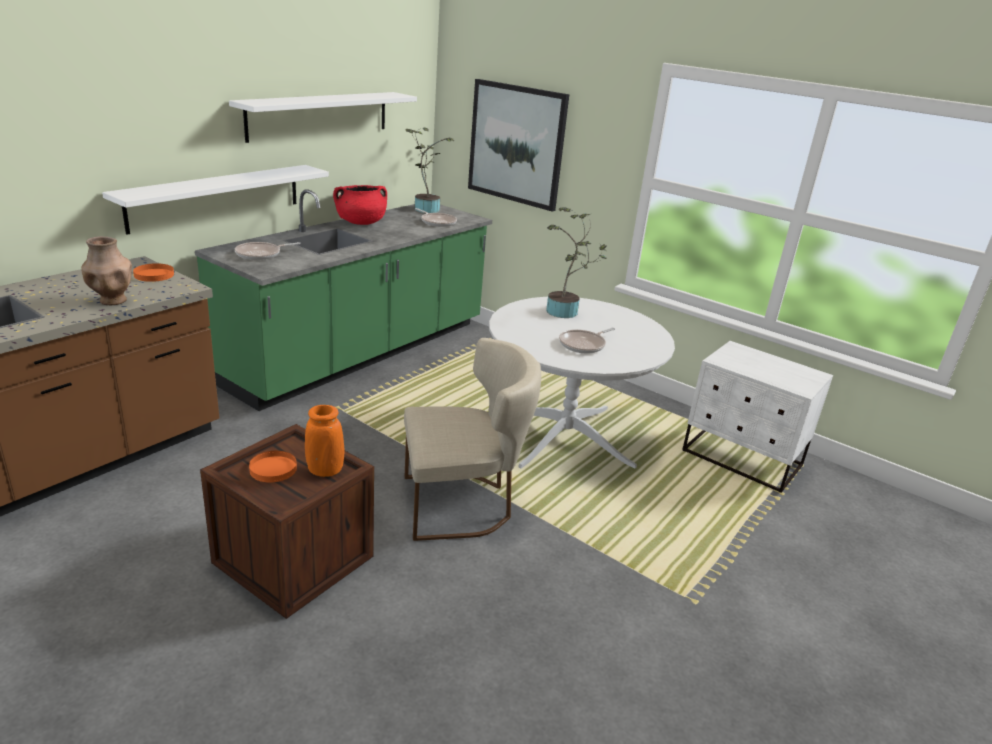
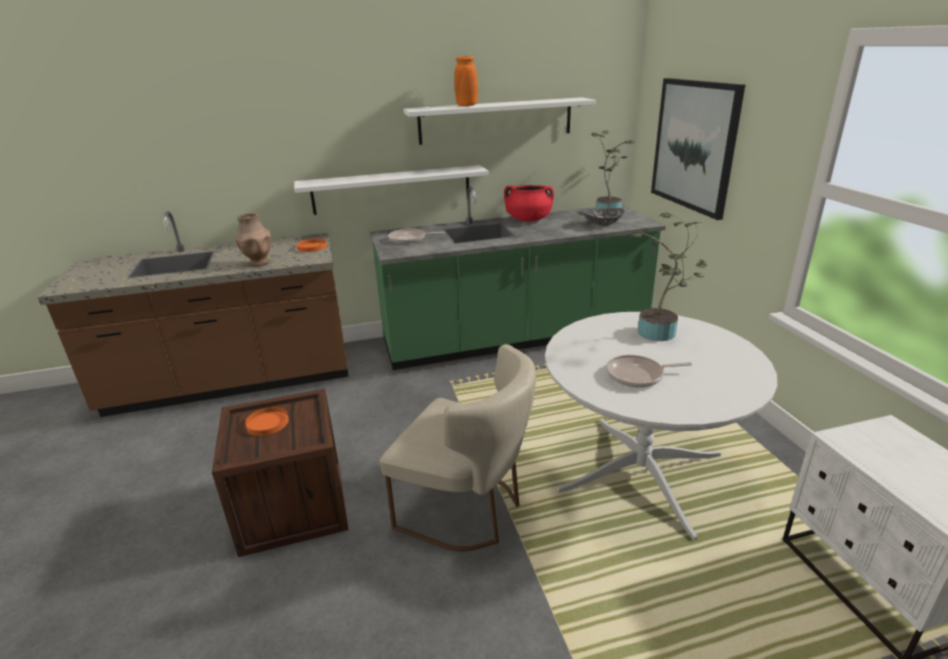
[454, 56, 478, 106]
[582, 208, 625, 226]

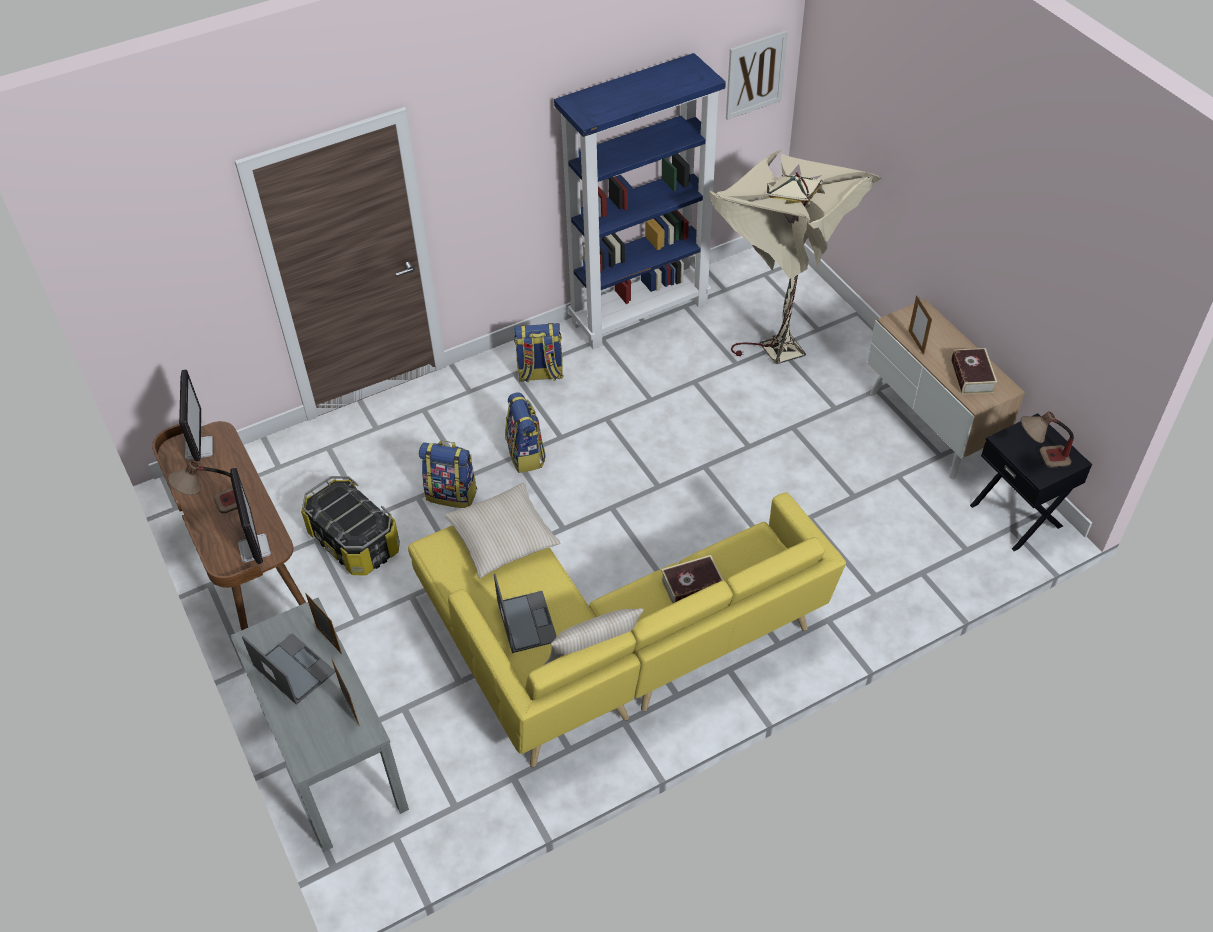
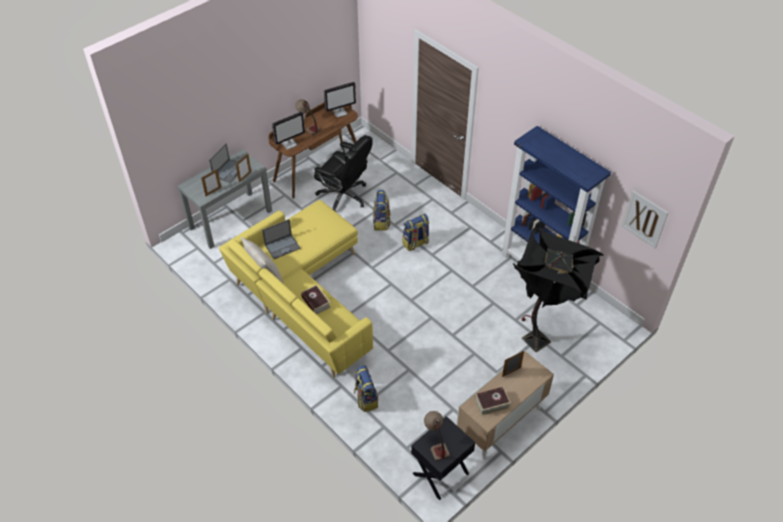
[314, 135, 373, 211]
[444, 483, 561, 578] (first image)
[354, 365, 378, 412]
[513, 223, 604, 352]

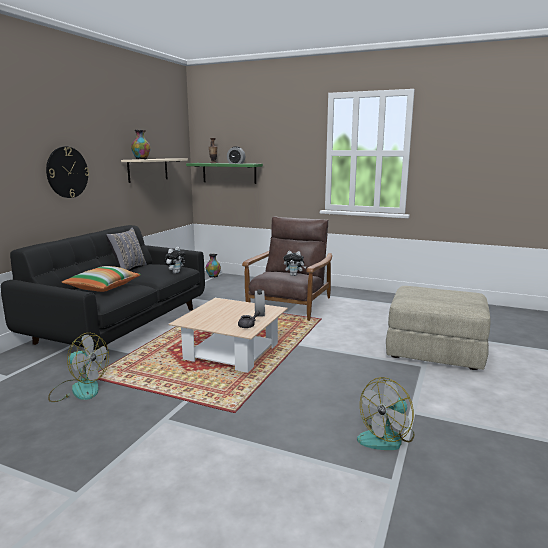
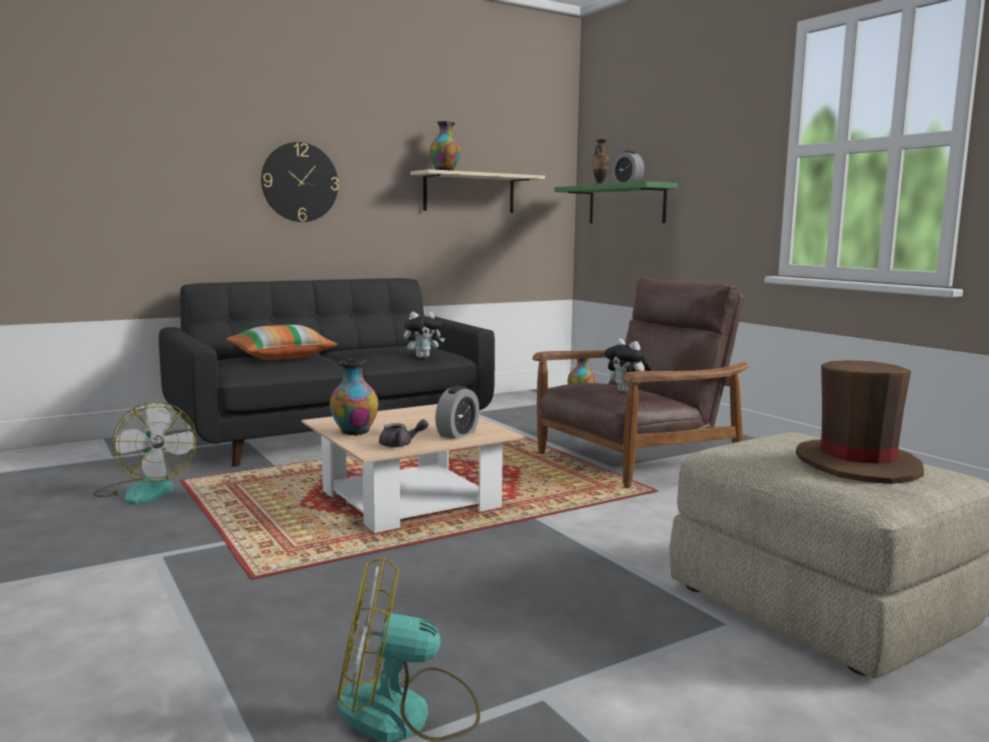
[106, 227, 147, 270] (first image)
[330, 358, 379, 436]
[796, 360, 924, 484]

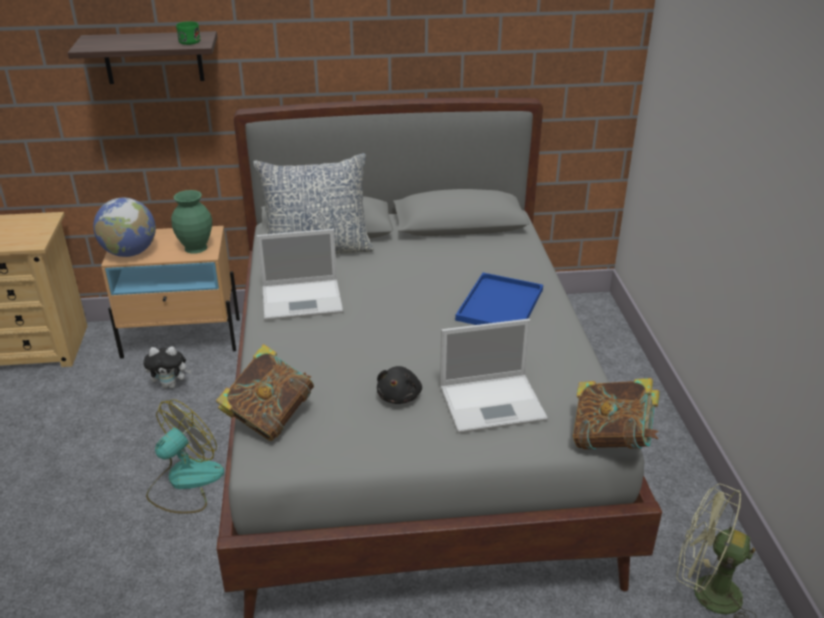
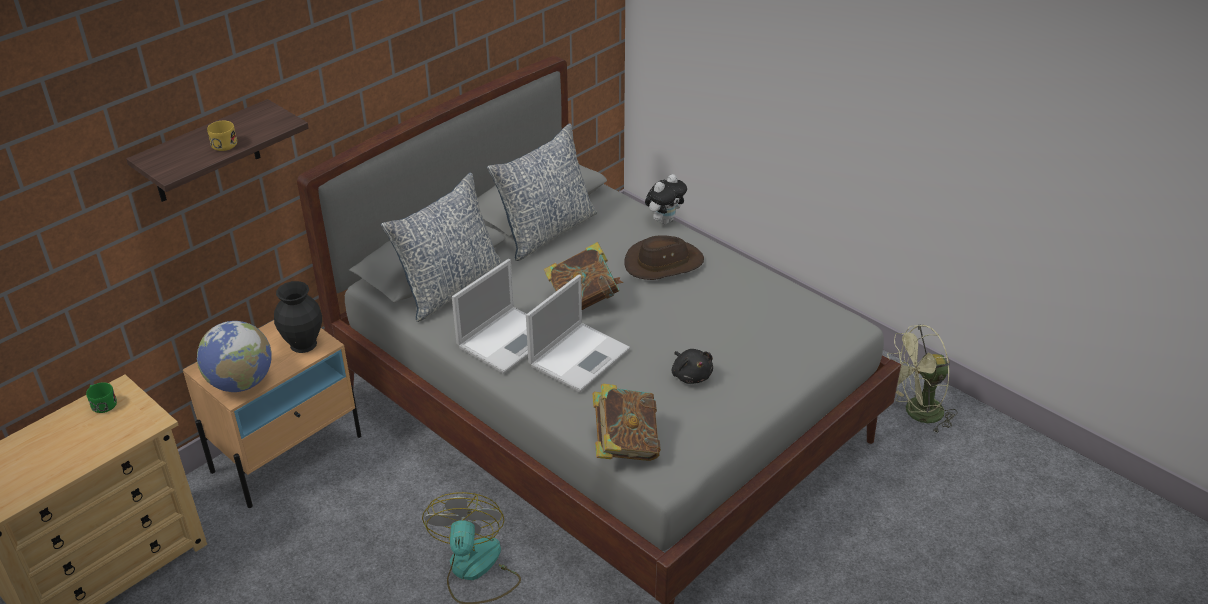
[645, 174, 687, 225]
[274, 281, 322, 353]
[86, 382, 117, 413]
[526, 275, 630, 392]
[624, 235, 704, 280]
[544, 242, 623, 310]
[207, 121, 237, 151]
[487, 123, 597, 261]

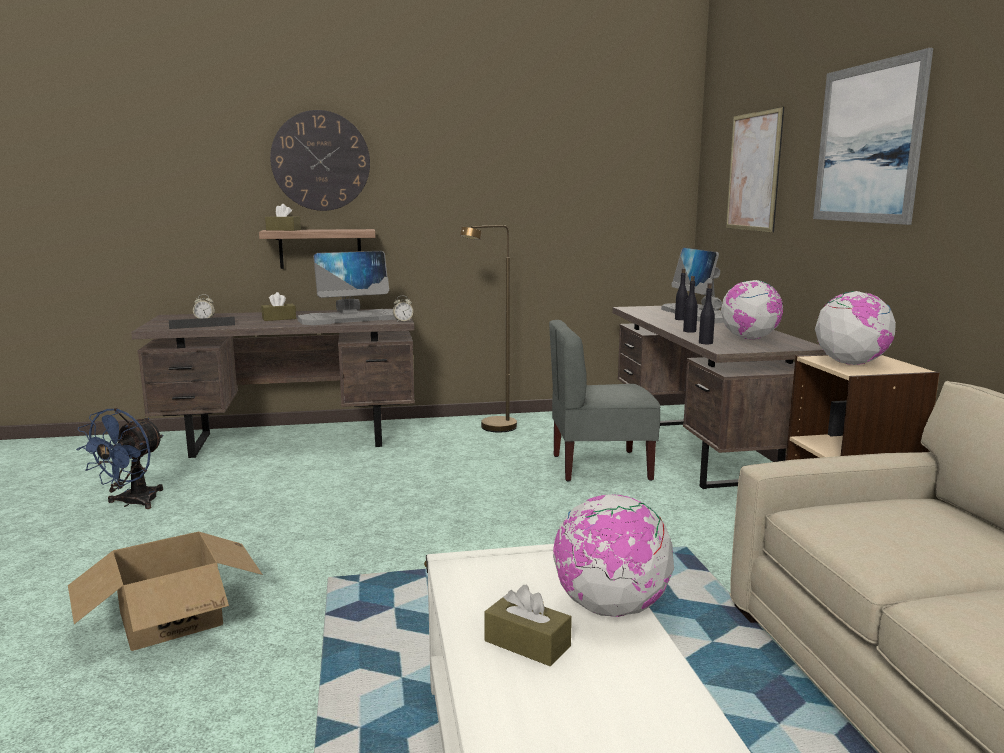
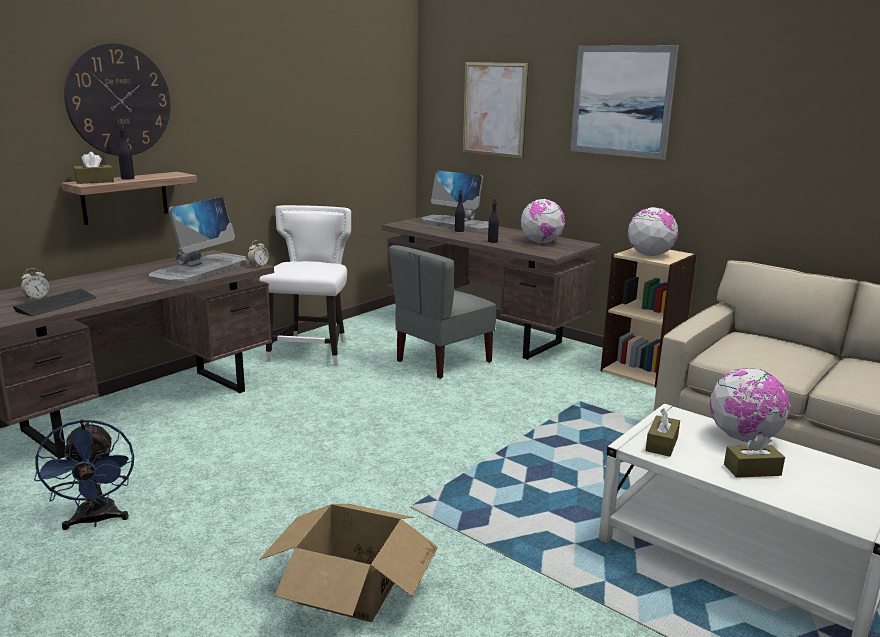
[645, 408, 680, 457]
[259, 205, 351, 366]
[118, 123, 135, 180]

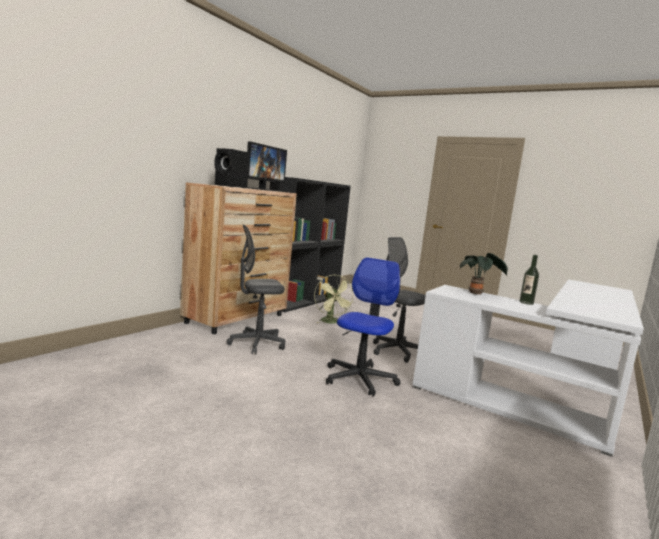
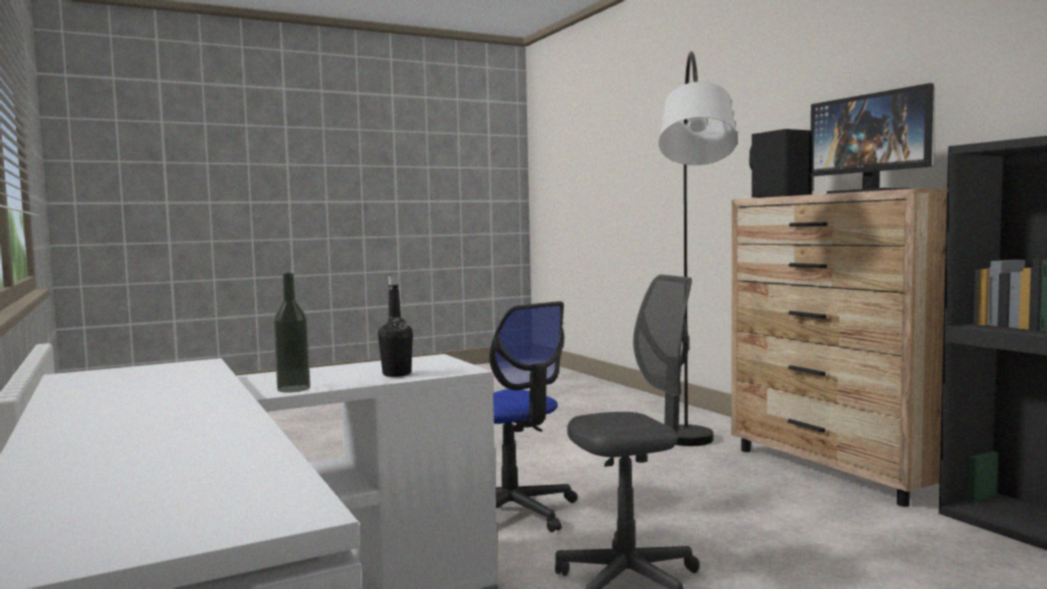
[659, 51, 738, 446]
[314, 275, 353, 324] (first image)
[378, 275, 413, 377]

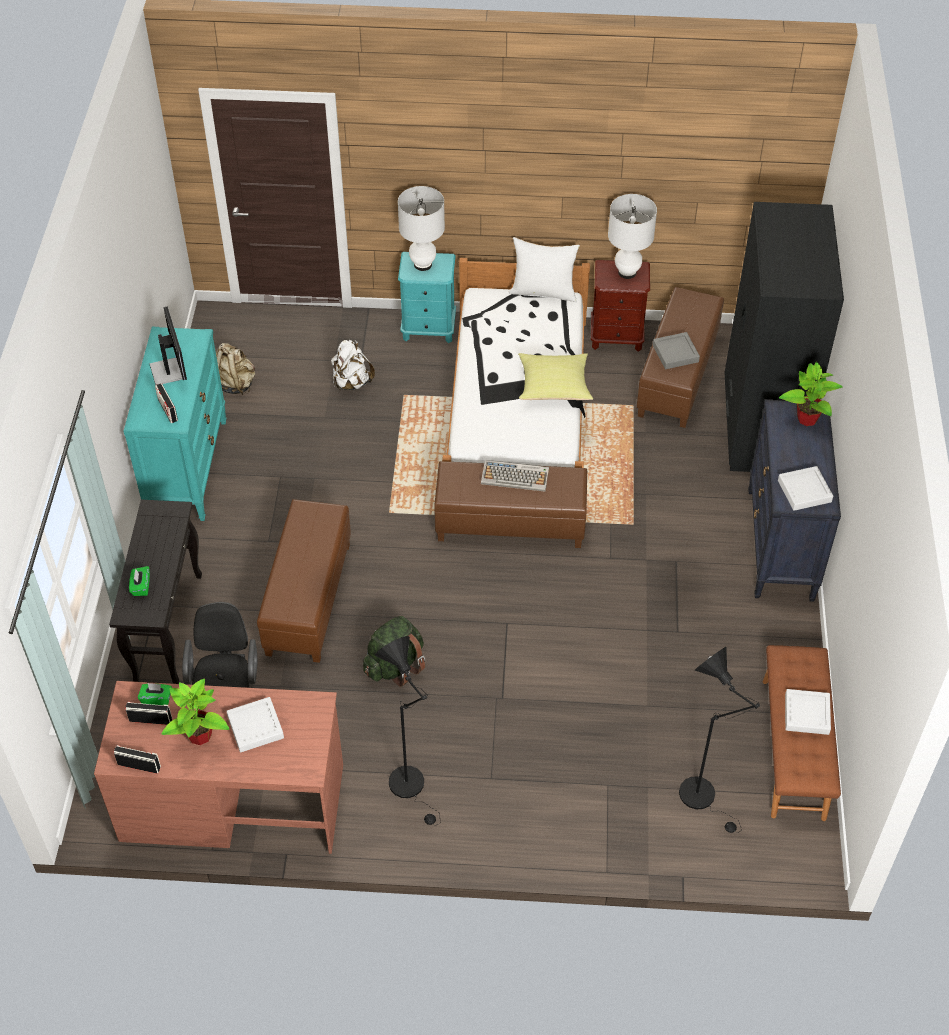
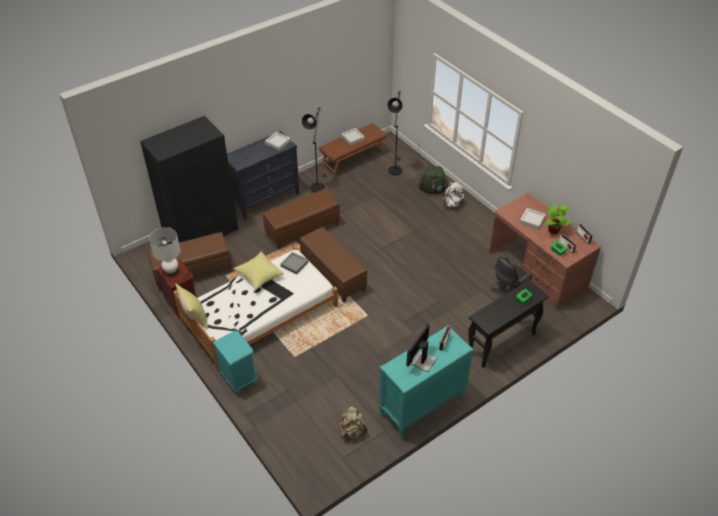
[263, 189, 340, 250]
[443, 181, 464, 209]
[419, 166, 449, 194]
[302, 108, 327, 193]
[398, 186, 445, 271] (first image)
[481, 460, 549, 492] (first image)
[175, 284, 208, 329]
[280, 252, 308, 275]
[779, 362, 843, 426] (first image)

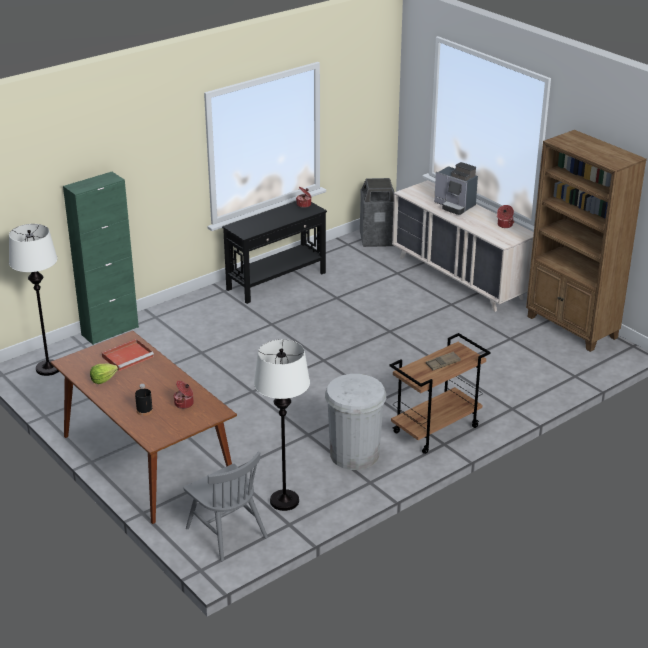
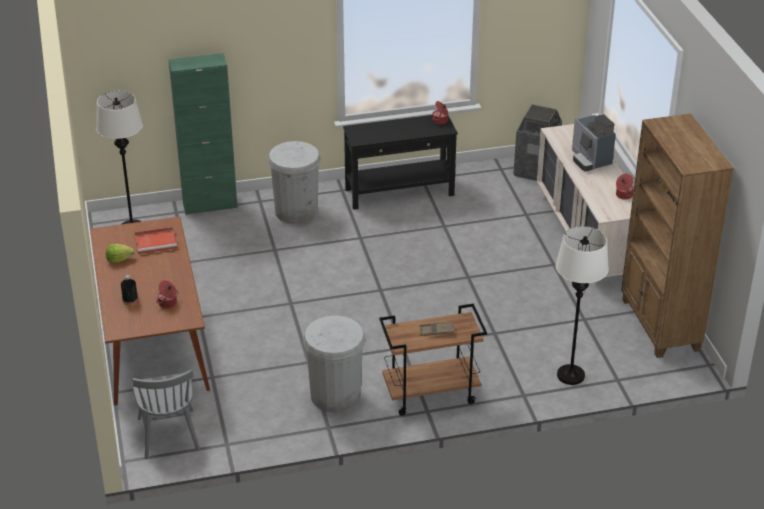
[556, 226, 609, 385]
[268, 141, 321, 224]

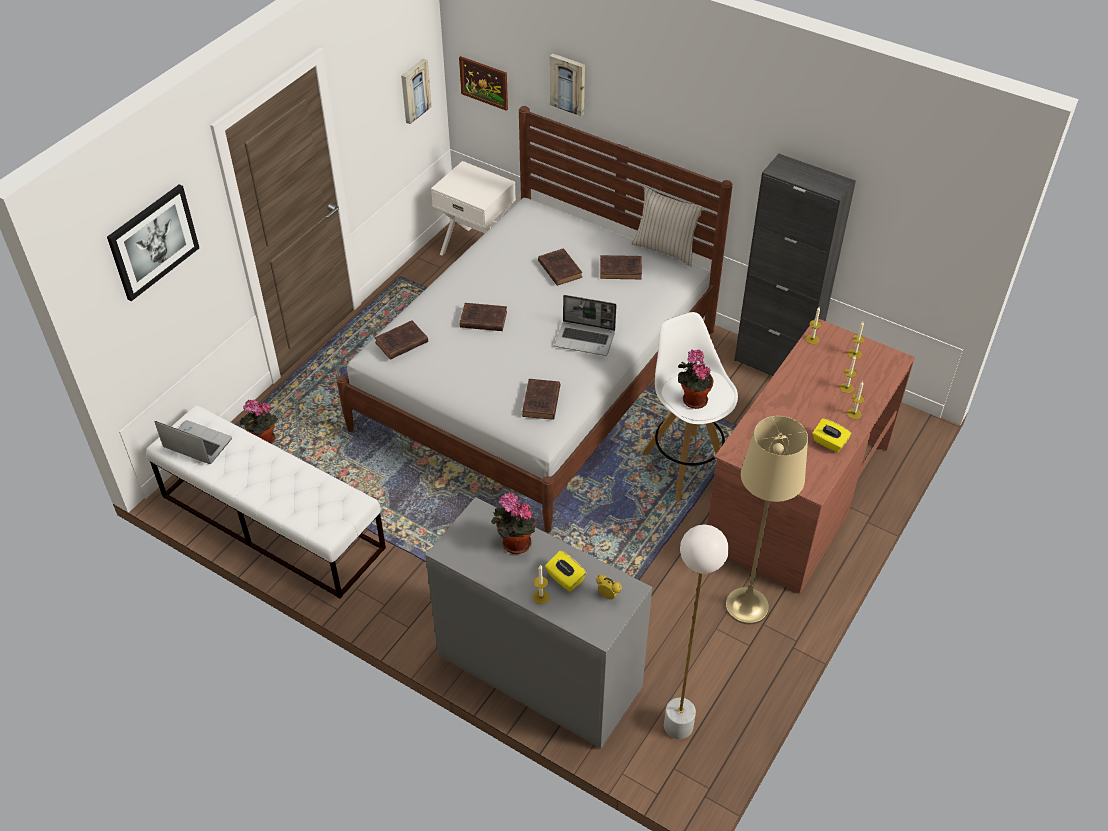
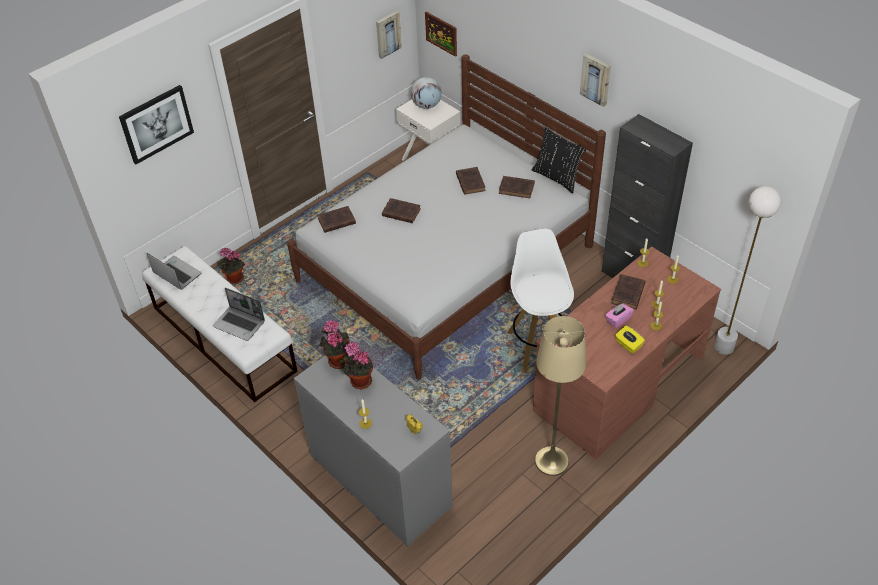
[611, 274, 645, 310]
[545, 551, 586, 592] (first image)
[580, 53, 611, 107]
[213, 287, 265, 341]
[532, 127, 586, 194]
[714, 186, 781, 355]
[320, 320, 350, 369]
[411, 77, 442, 109]
[605, 303, 634, 328]

